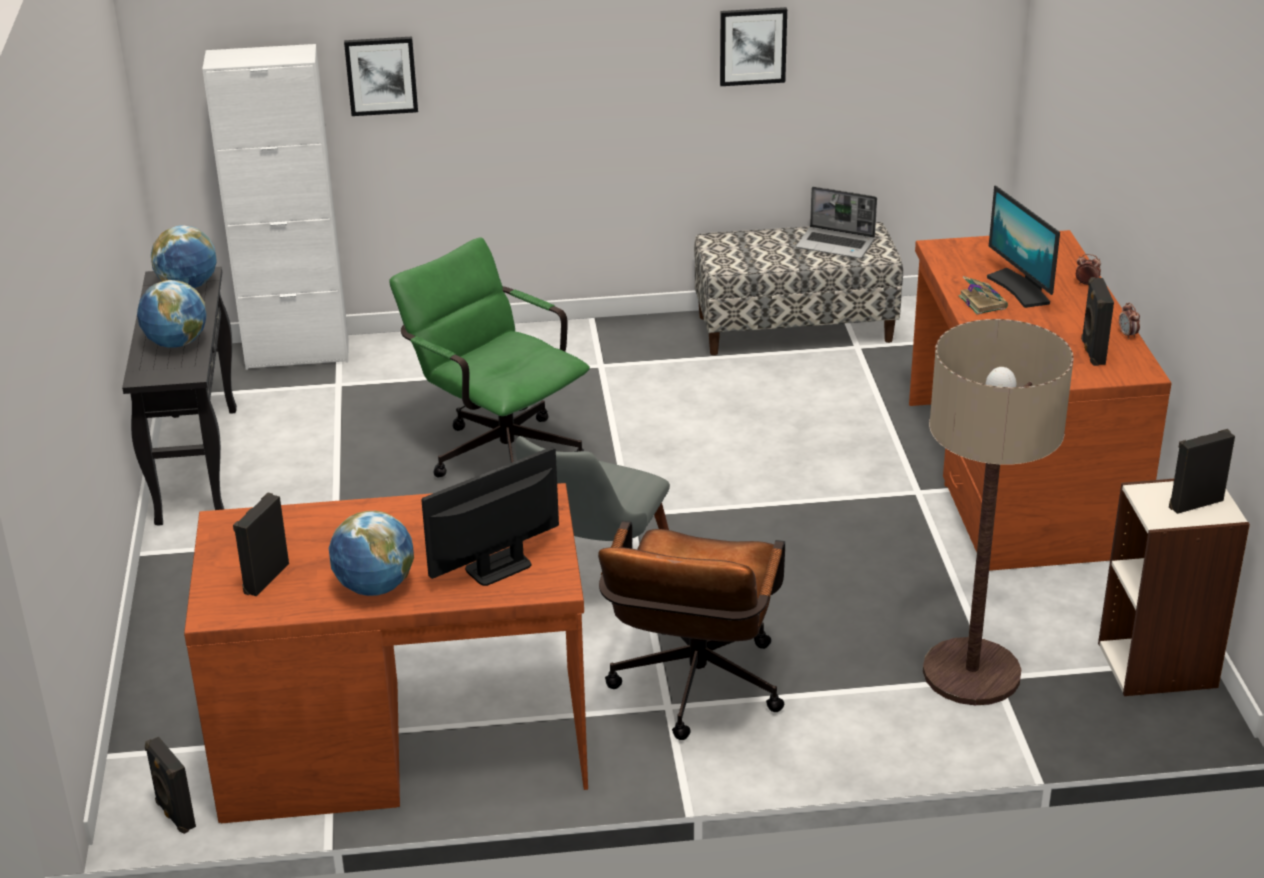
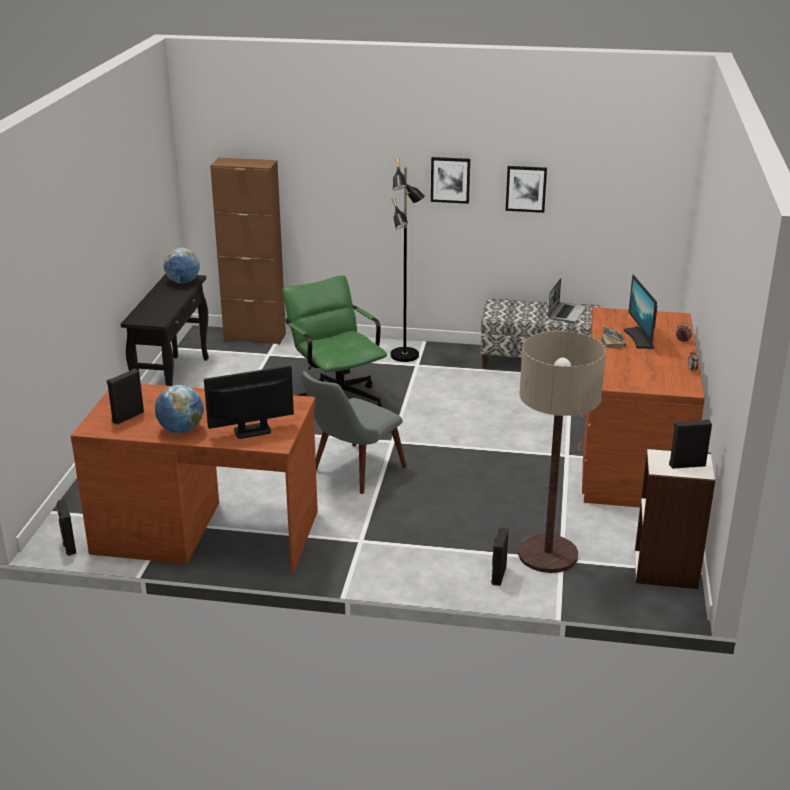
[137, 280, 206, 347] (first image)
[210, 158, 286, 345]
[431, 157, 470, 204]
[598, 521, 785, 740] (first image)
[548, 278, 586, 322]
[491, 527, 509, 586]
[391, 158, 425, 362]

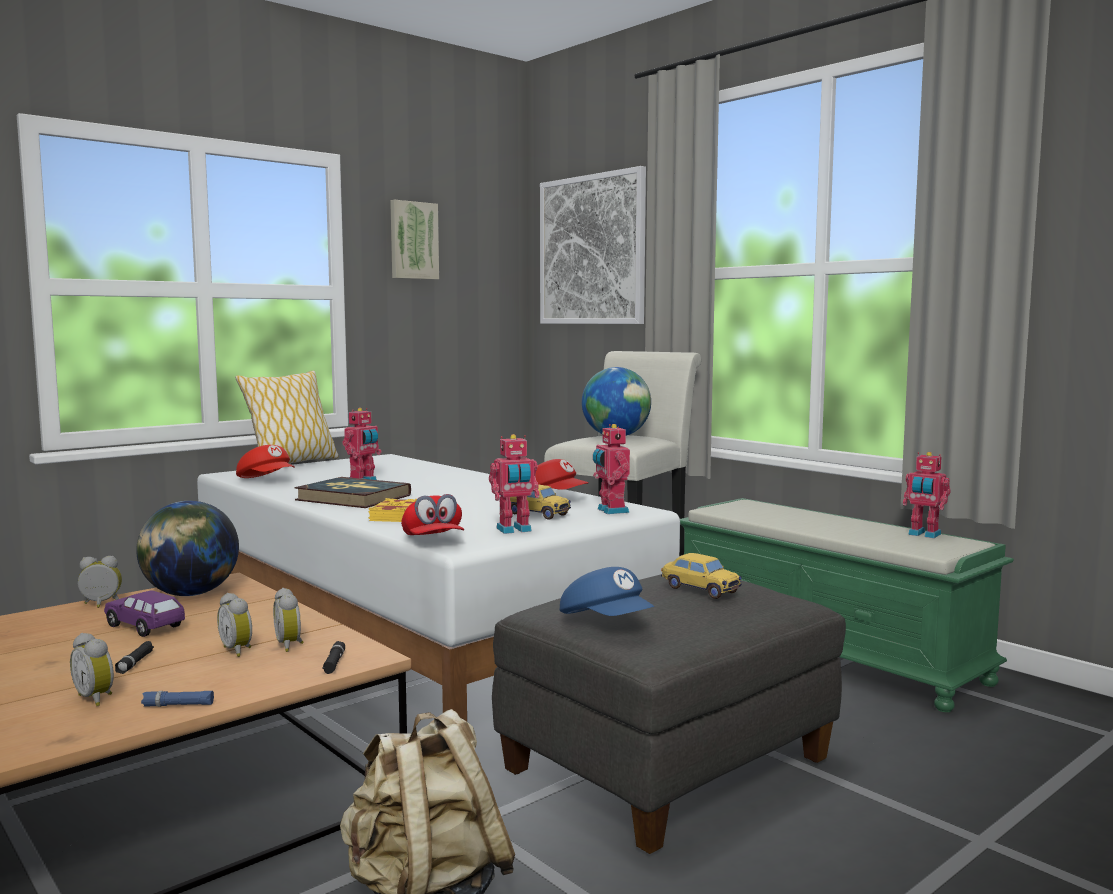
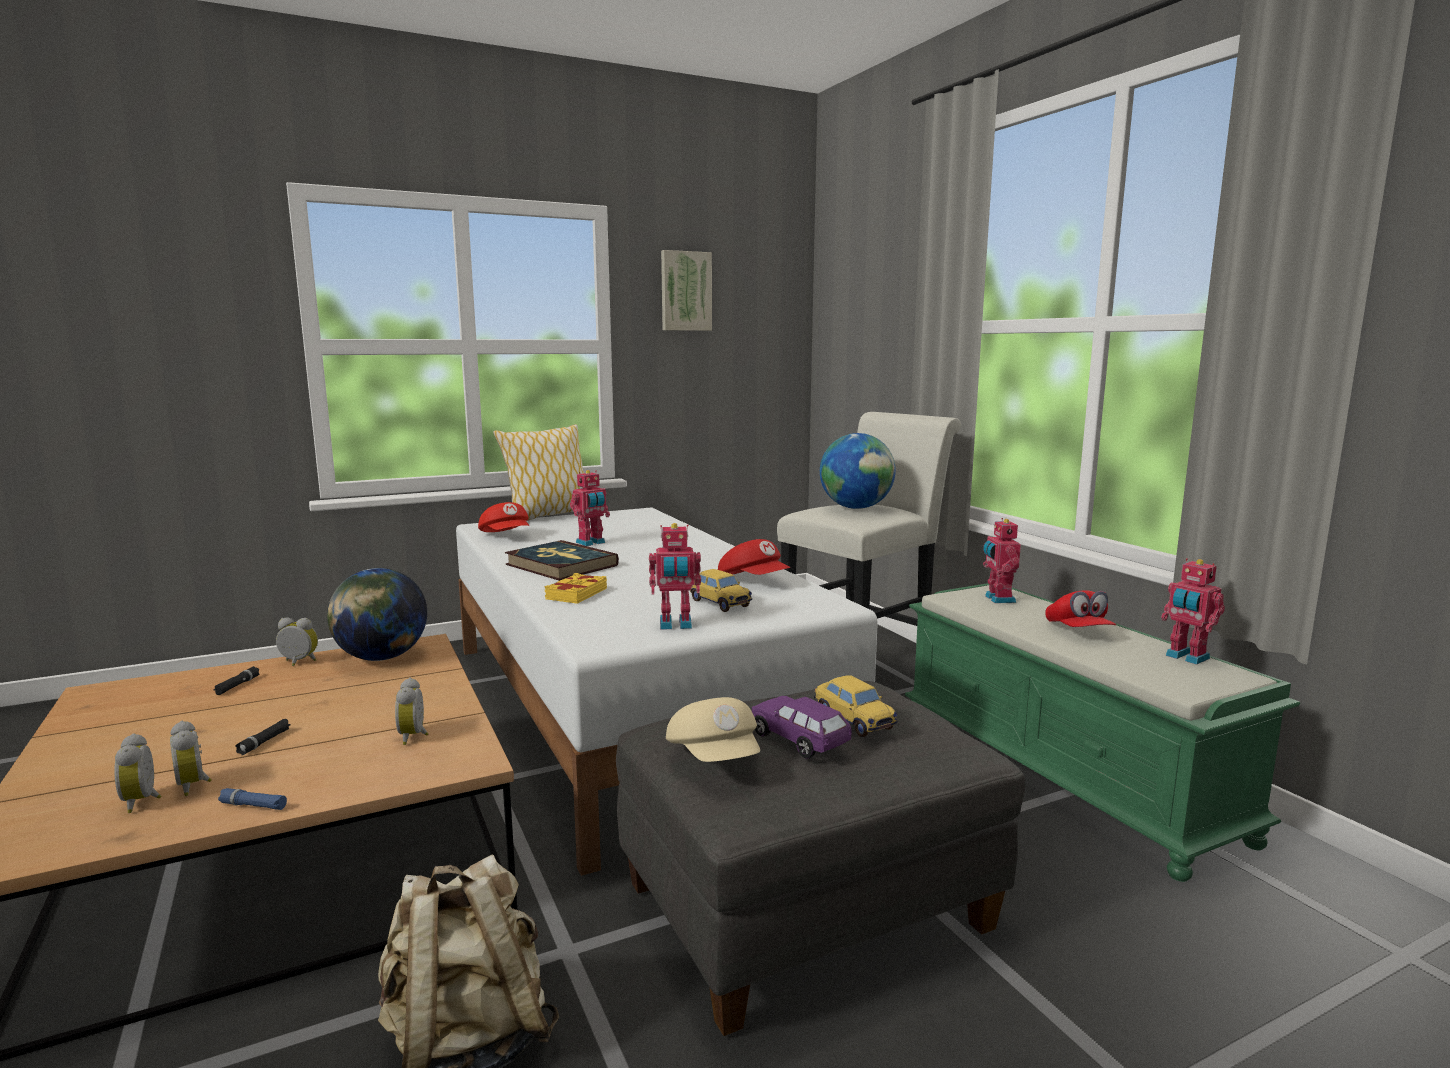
[752, 696, 852, 759]
[114, 733, 161, 813]
[213, 666, 259, 695]
[1045, 590, 1116, 627]
[540, 166, 646, 324] (first image)
[666, 697, 760, 762]
[983, 518, 1021, 603]

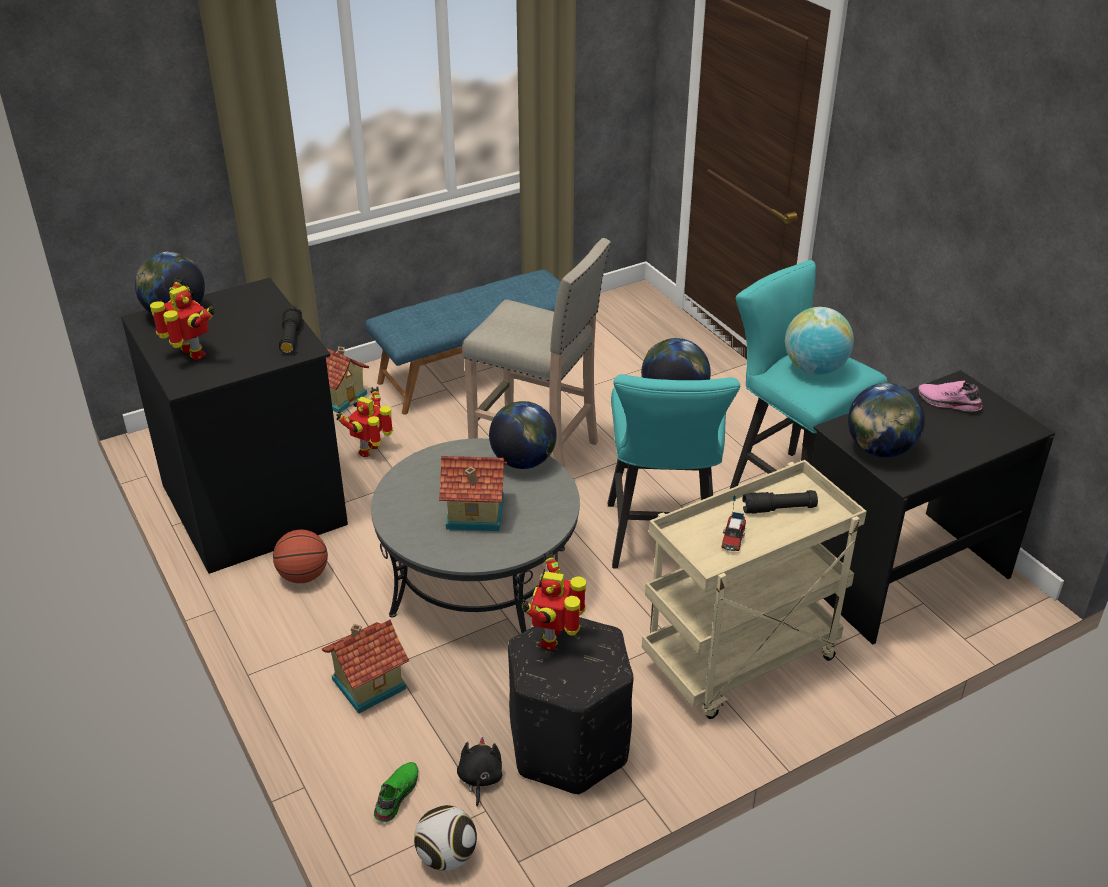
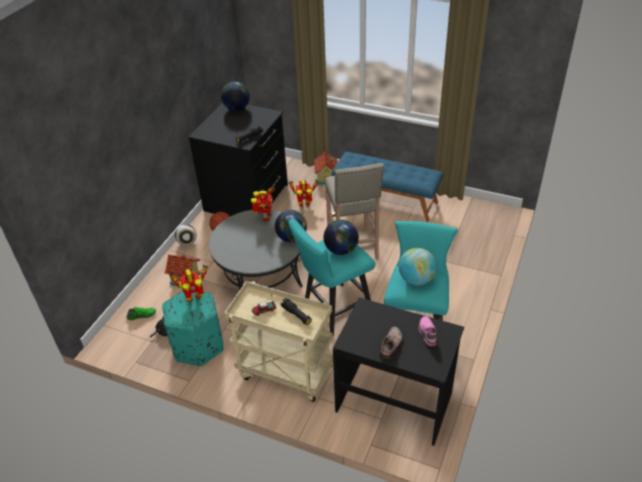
[251, 185, 275, 222]
[175, 224, 197, 246]
[439, 456, 507, 531] (first image)
[162, 290, 223, 366]
[848, 383, 925, 457] (first image)
[380, 327, 403, 359]

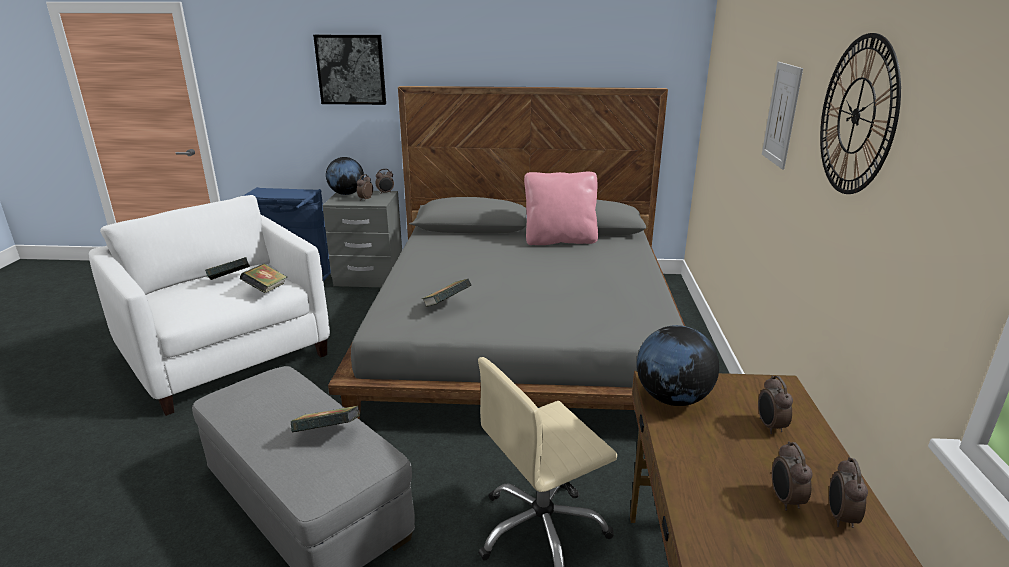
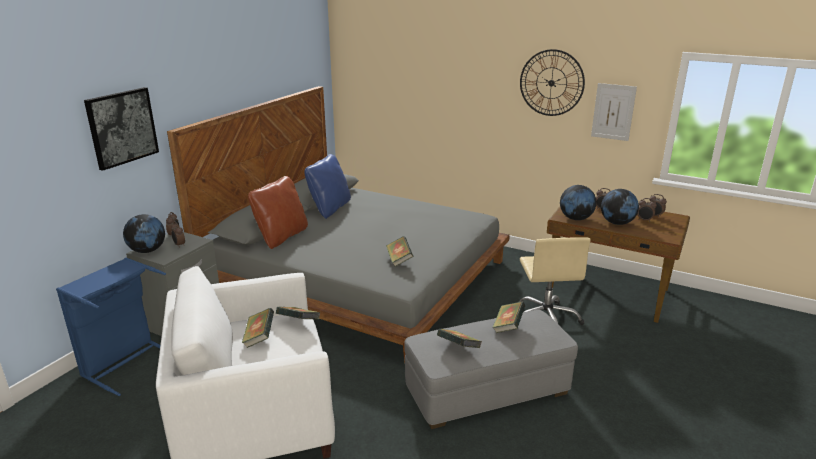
[304, 154, 351, 219]
[591, 83, 637, 141]
[248, 176, 308, 249]
[437, 329, 482, 348]
[601, 189, 639, 225]

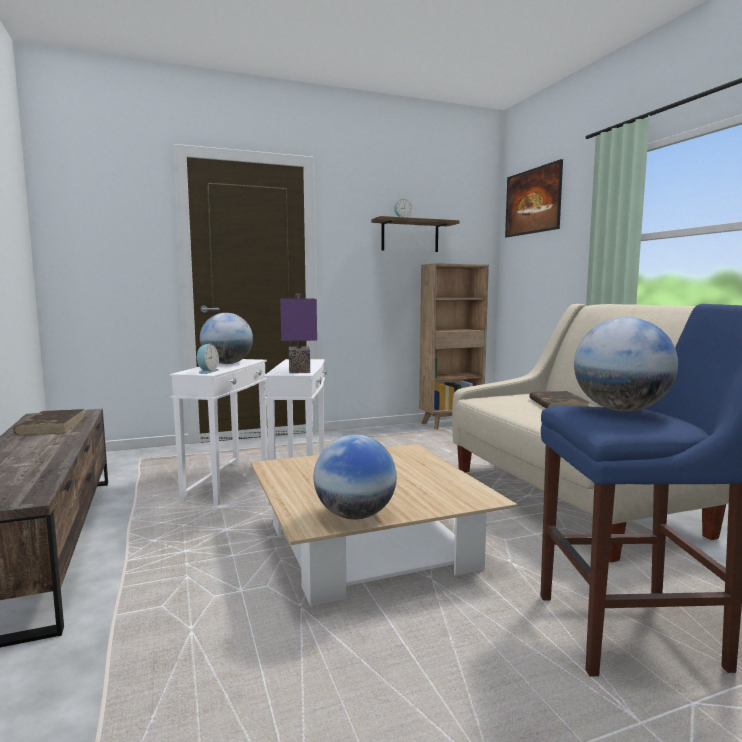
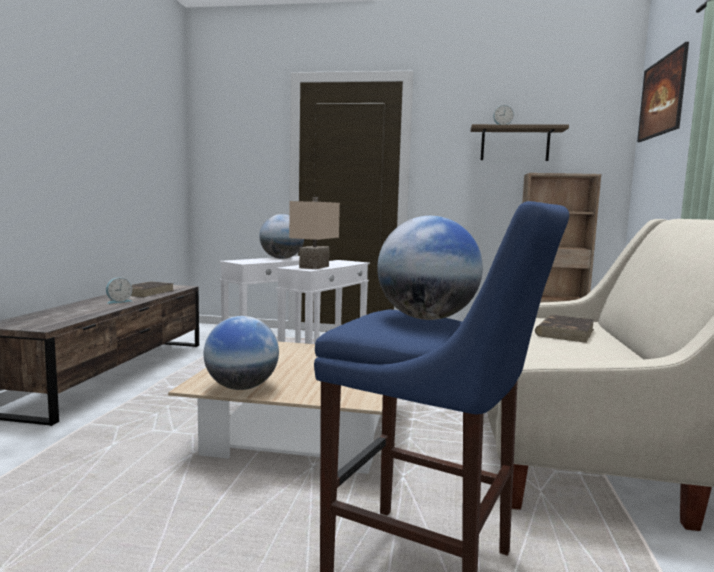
[106, 278, 132, 304]
[289, 197, 340, 269]

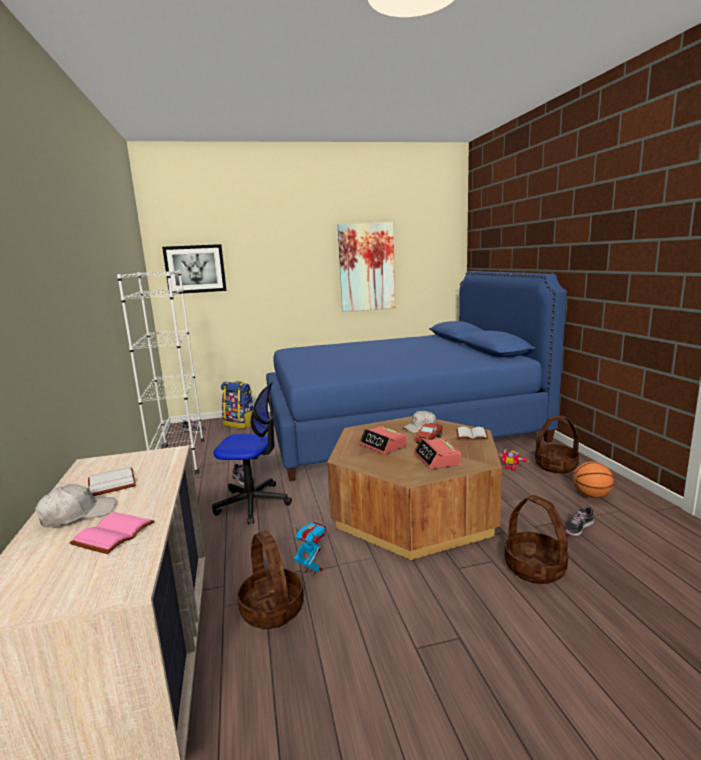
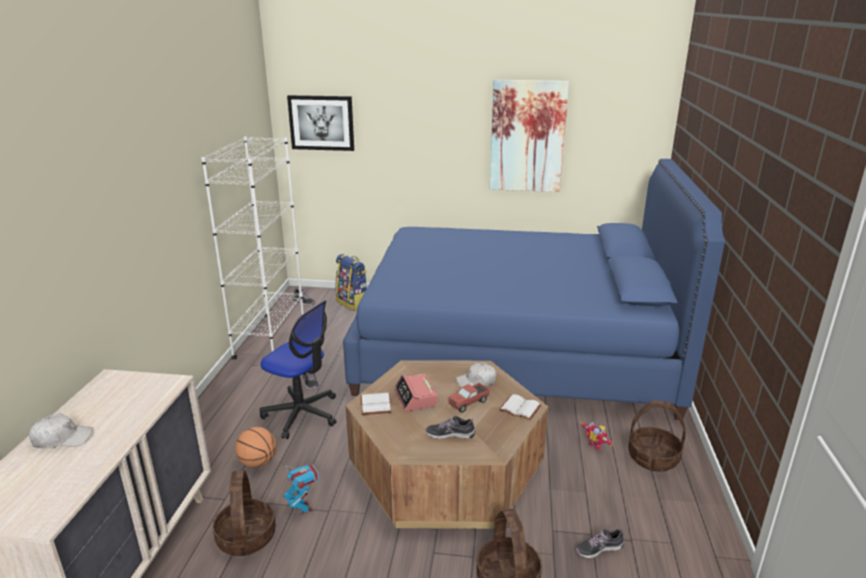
[70, 512, 154, 554] (first image)
[361, 393, 392, 415]
[426, 416, 475, 439]
[235, 427, 277, 468]

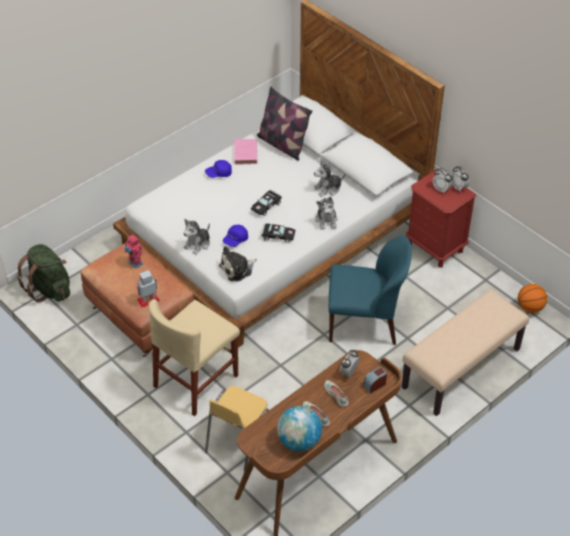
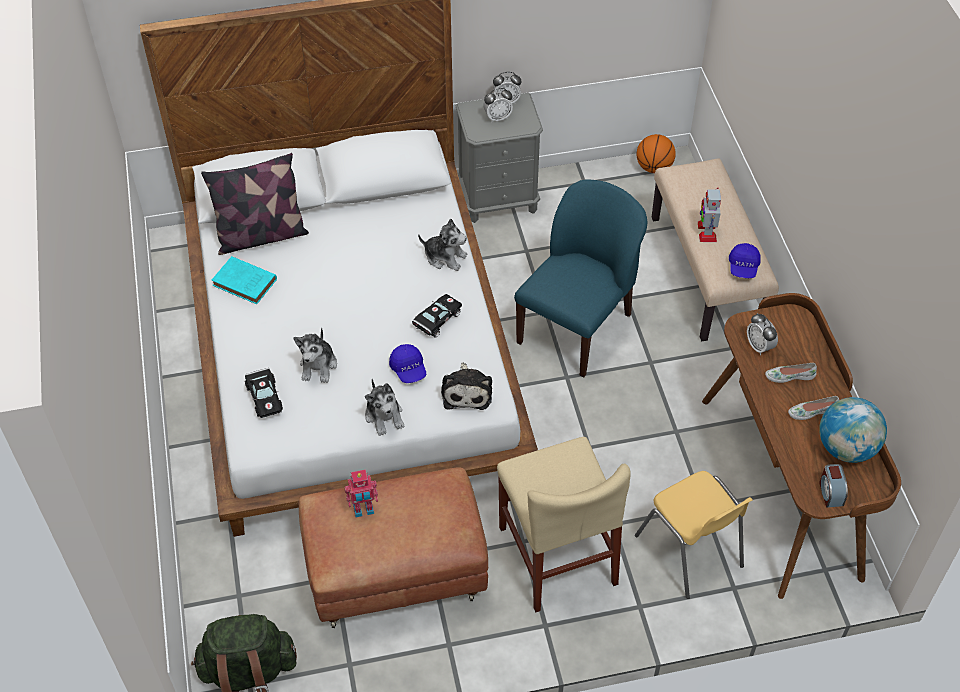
[698, 188, 721, 242]
[729, 243, 761, 278]
[211, 256, 277, 304]
[245, 368, 283, 418]
[293, 328, 337, 383]
[819, 464, 848, 507]
[455, 93, 543, 223]

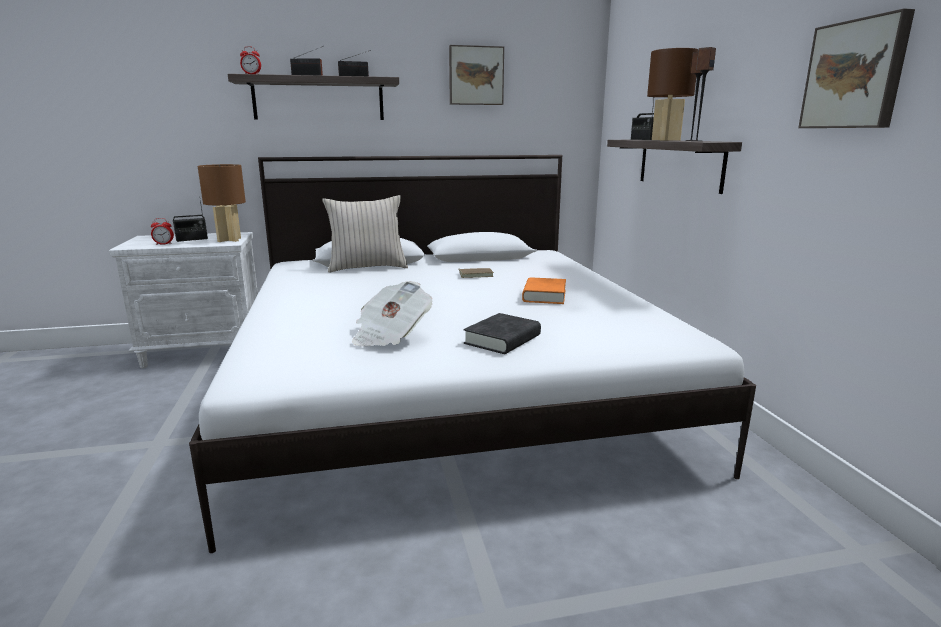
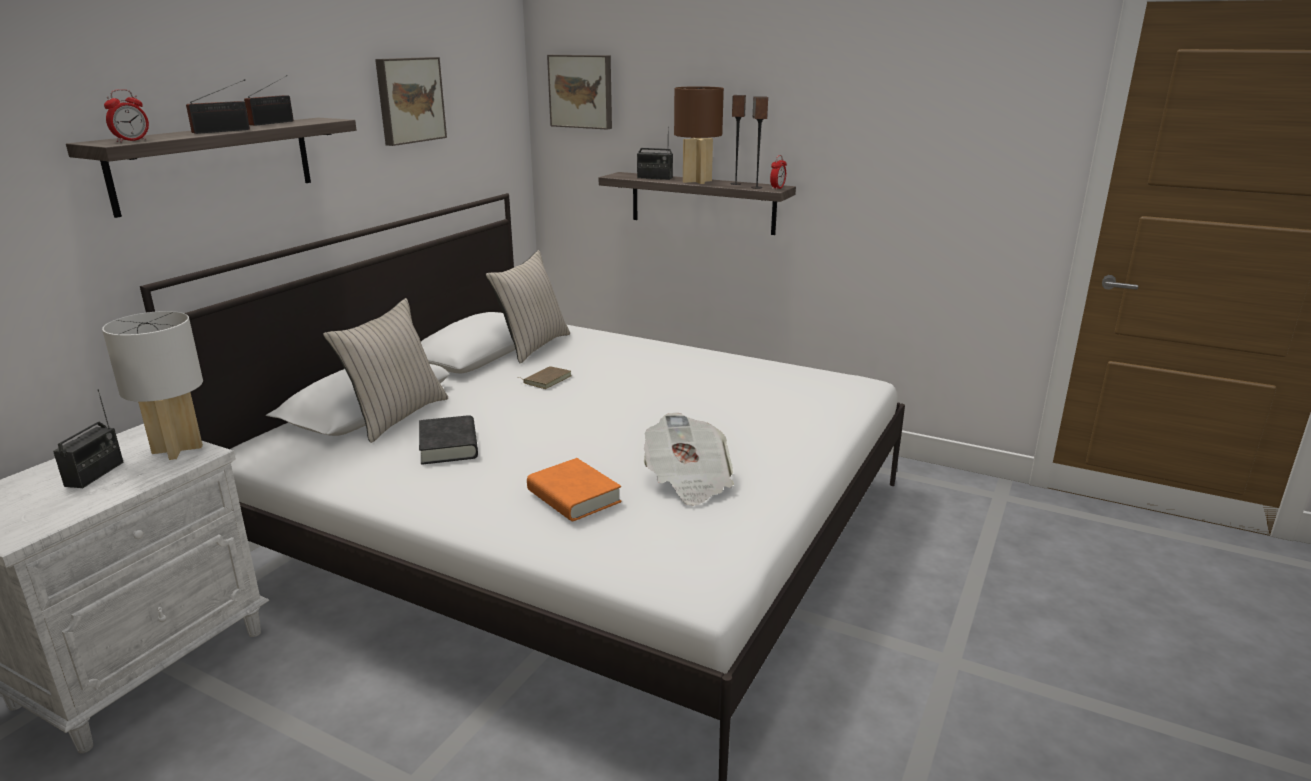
[770, 155, 787, 190]
[102, 311, 203, 460]
[419, 415, 478, 465]
[527, 458, 621, 521]
[547, 55, 612, 130]
[485, 250, 570, 363]

